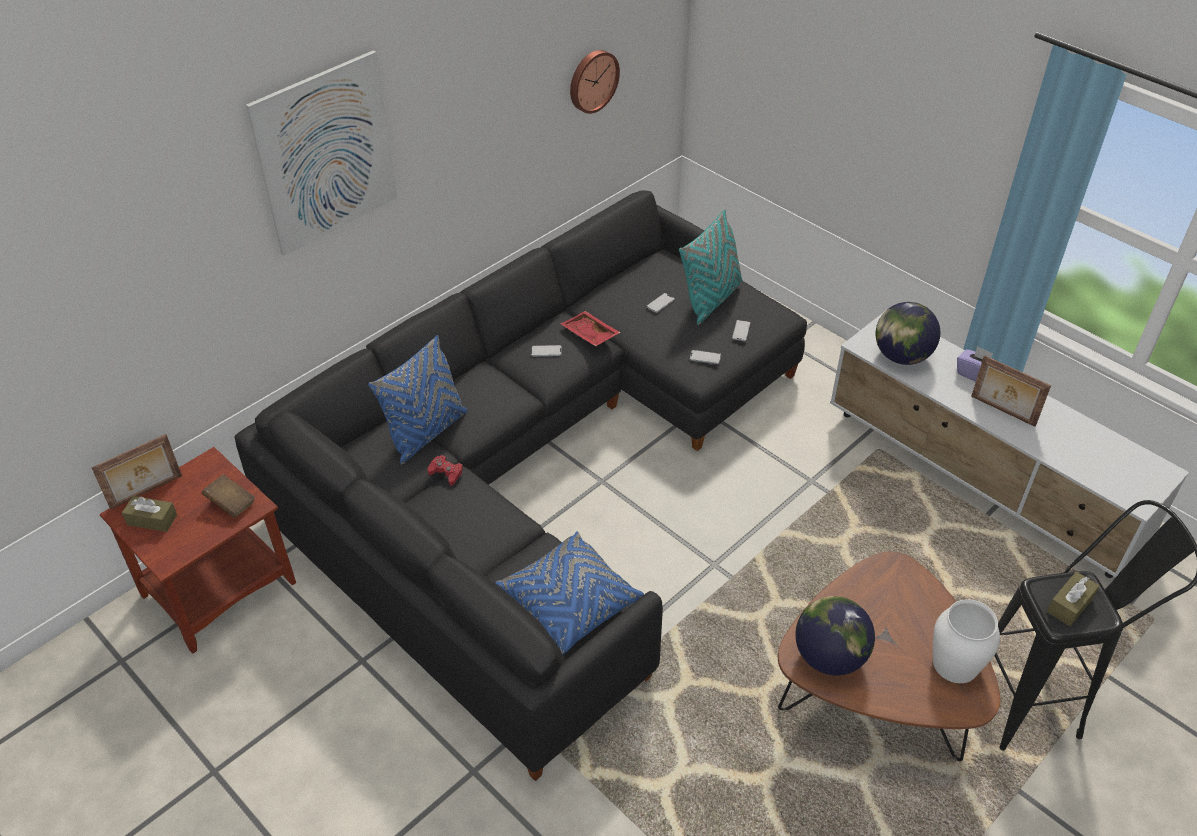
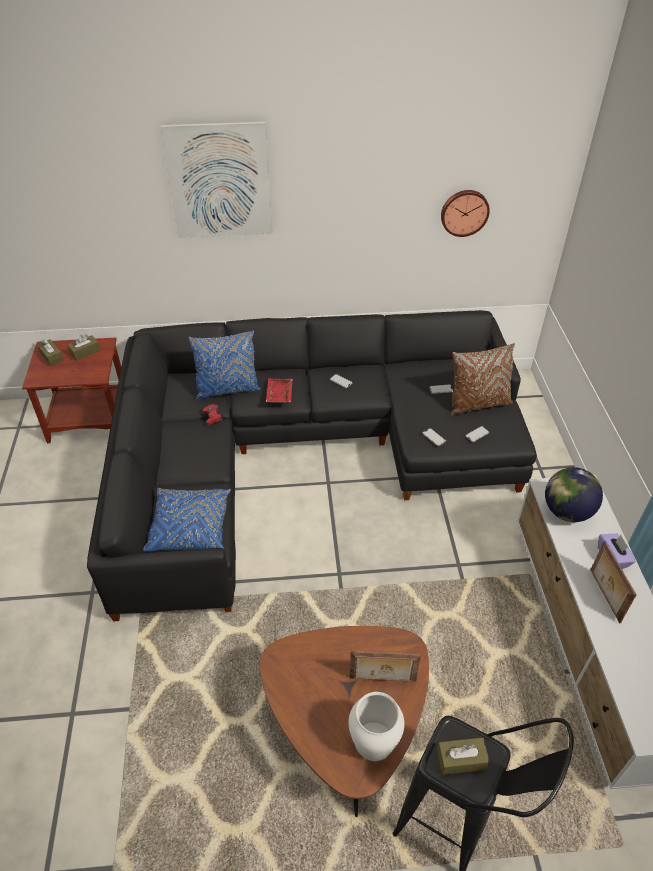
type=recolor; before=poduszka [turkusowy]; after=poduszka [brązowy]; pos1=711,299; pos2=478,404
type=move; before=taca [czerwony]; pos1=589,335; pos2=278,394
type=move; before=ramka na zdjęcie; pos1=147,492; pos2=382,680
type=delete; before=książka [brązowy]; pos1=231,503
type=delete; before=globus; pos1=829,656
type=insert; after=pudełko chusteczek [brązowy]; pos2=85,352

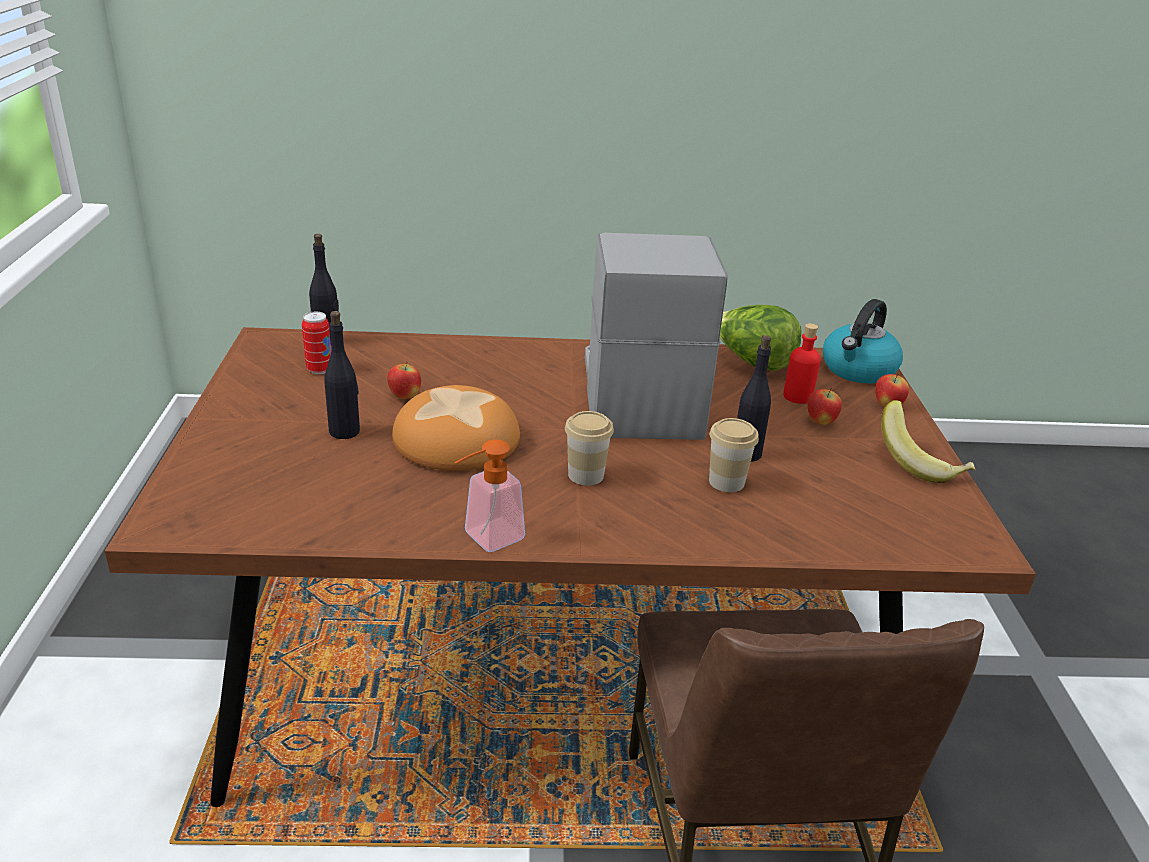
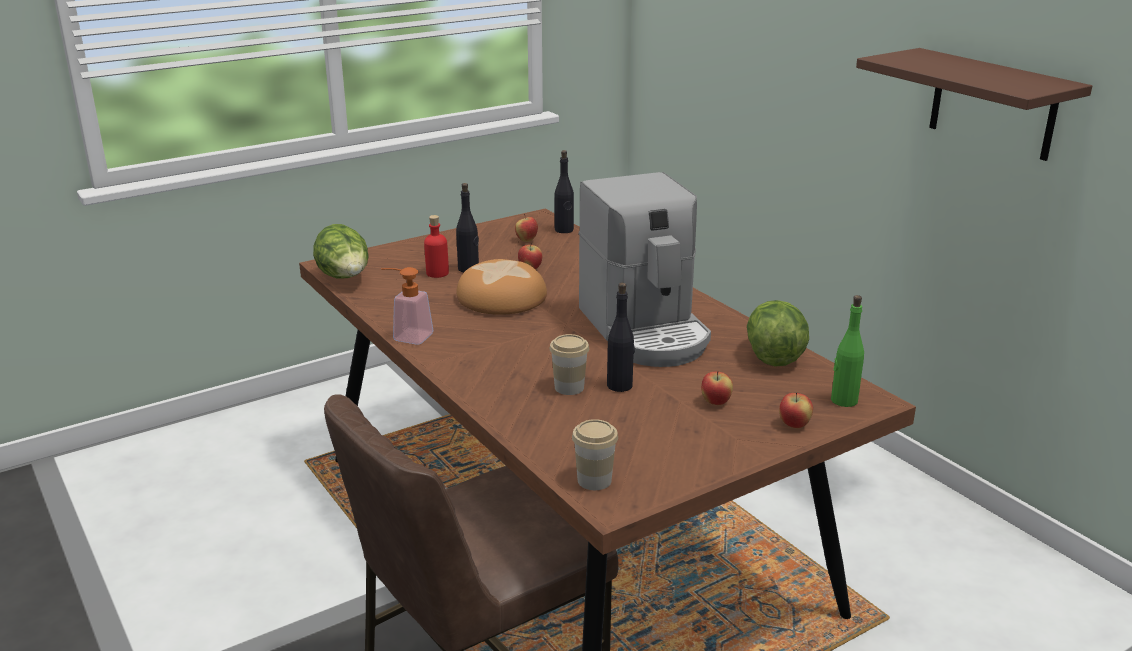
type=rotate; before=ekspres do kawy; pos1=639,396; pos2=645,331; turn=105
type=replace; before=czajnik; after=butelka [zielony]; pos1=858,370; pos2=843,400
type=replace; before=puszka; after=jabłko; pos1=319,369; pos2=526,240
type=move; before=butelka [czerwony]; pos1=797,396; pos2=437,273
type=delete; before=banan; pos1=921,464
type=move; before=filiżanka; pos1=586,475; pos2=594,480
type=insert; after=półka [brązowy]; pos2=993,104
type=insert; after=sałata; pos2=345,278

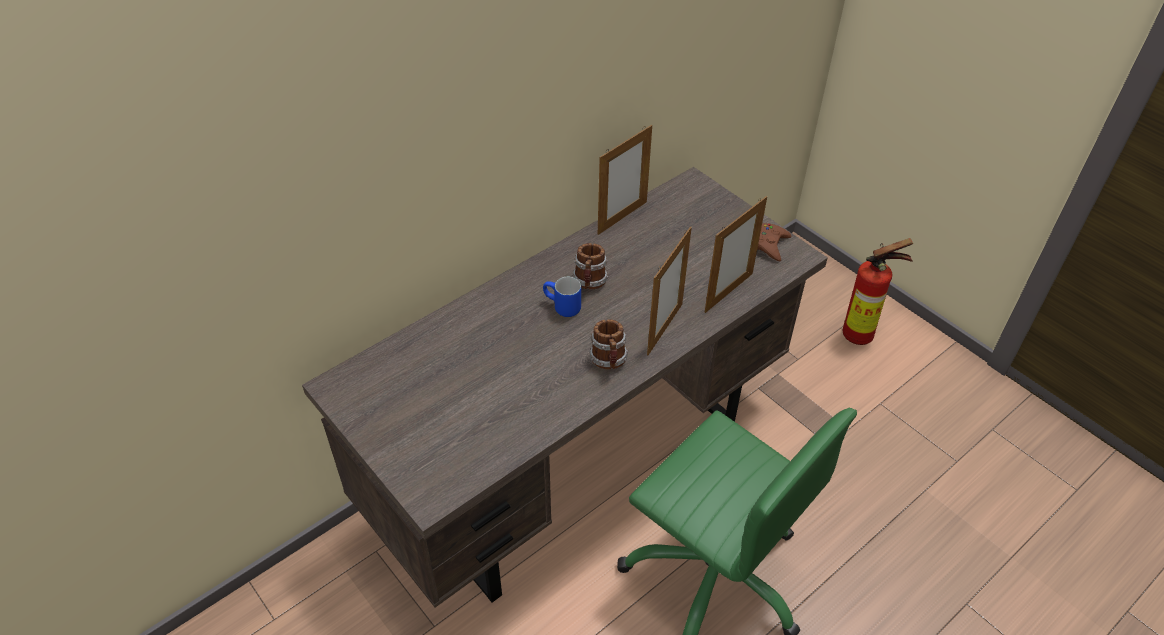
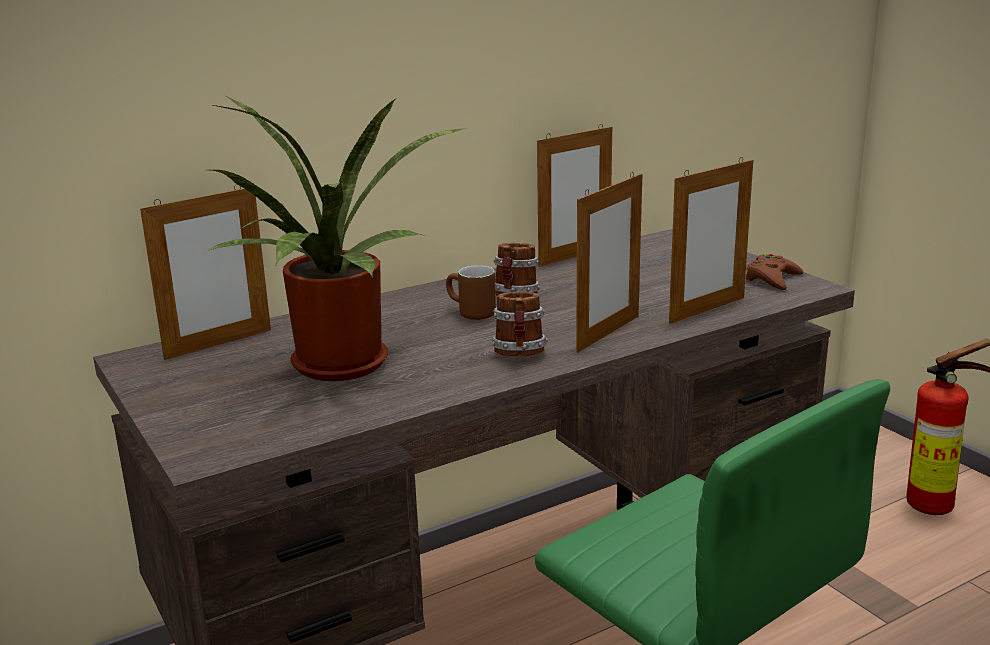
type=recolor; before=kubek [niebieski]; after=kubek [brązowy]; pos1=561,308; pos2=469,314
type=insert; after=roślina doniczkowa; pos2=339,369
type=insert; after=ramka na zdjęcie; pos2=219,344

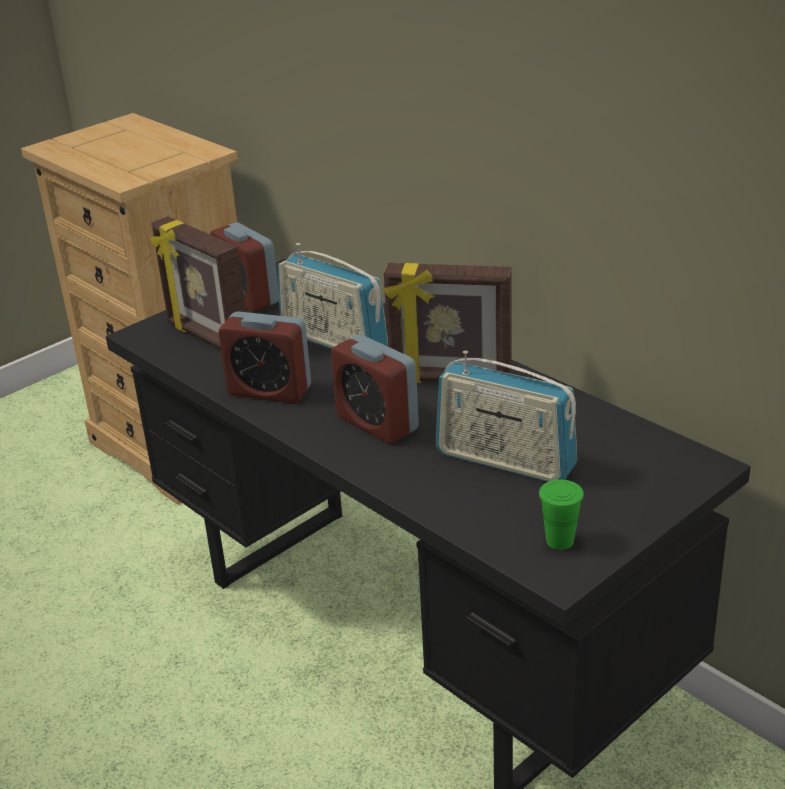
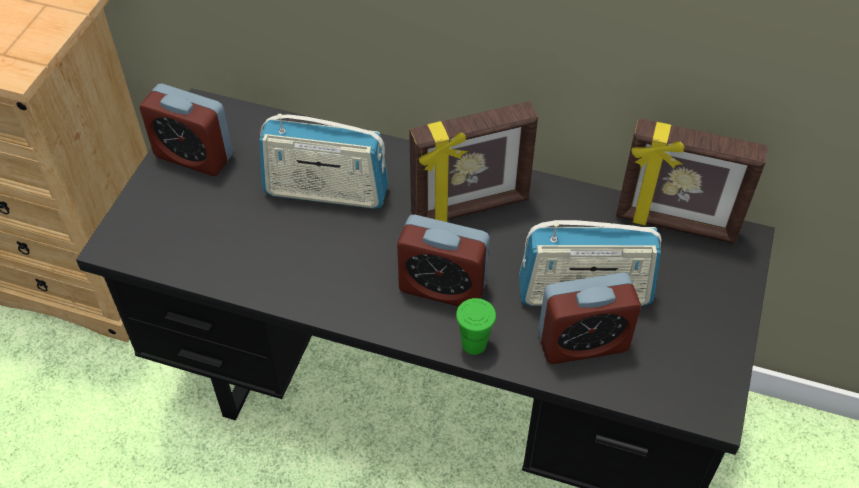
type=move; before=ramka na zdjęcie; pos1=207,337; pos2=675,225
type=move; before=budzik; pos1=269,391; pos2=582,342
type=move; before=filiżanka [zielony]; pos1=560,541; pos2=474,344

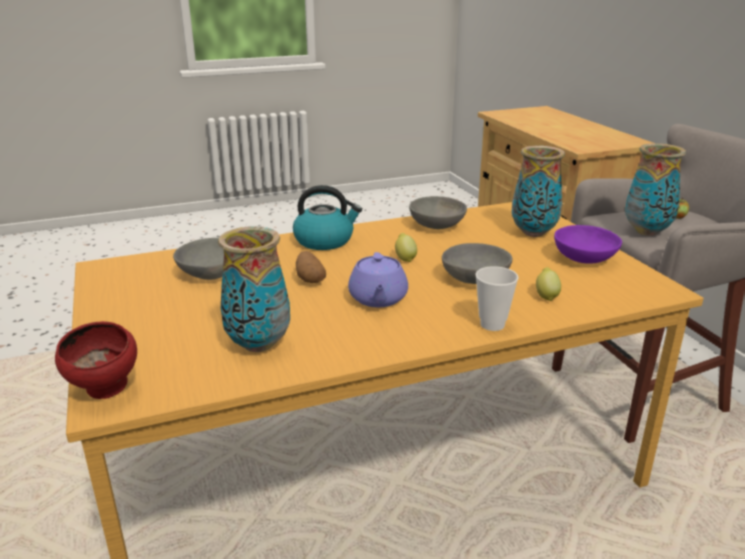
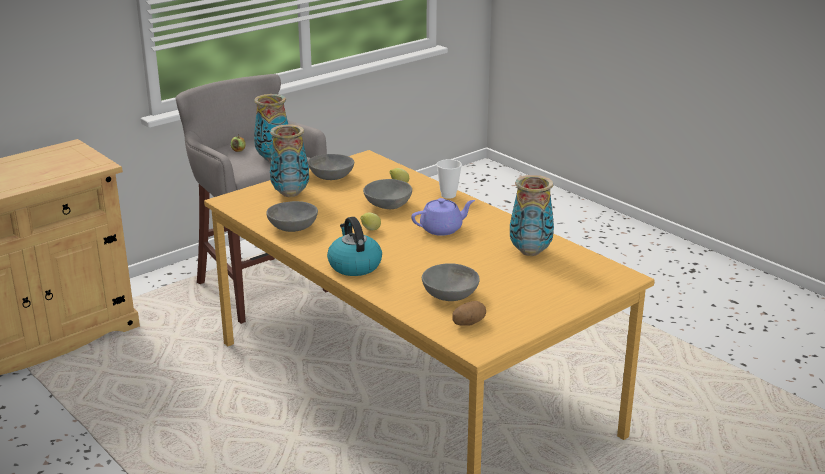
type=recolor; before=miska [fioletowy]; after=miska [szary]; pos1=585,259; pos2=332,177
type=move; before=ziemniak; pos1=310,279; pos2=468,323
type=delete; before=miska [czerwony]; pos1=106,391

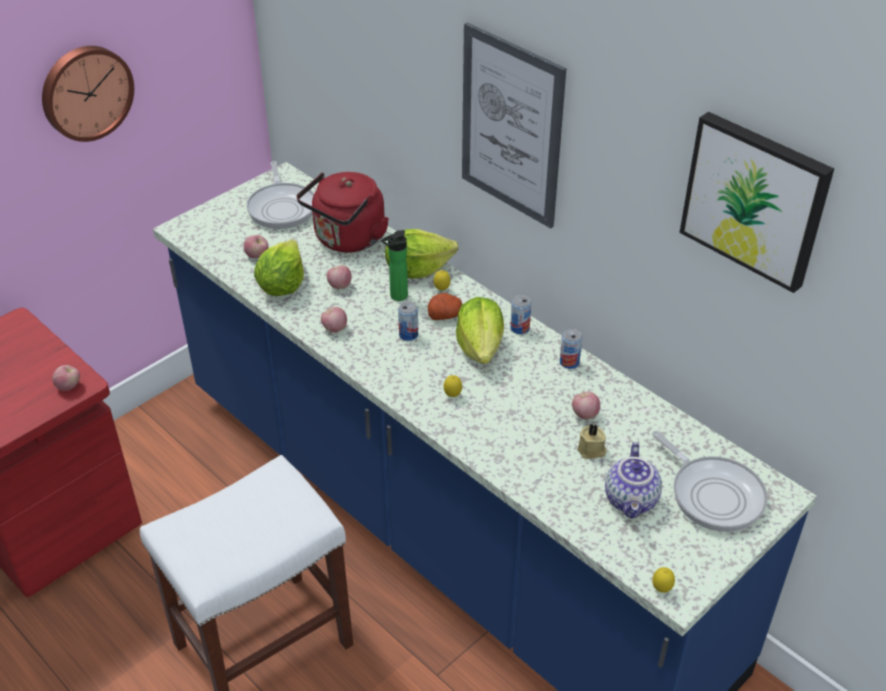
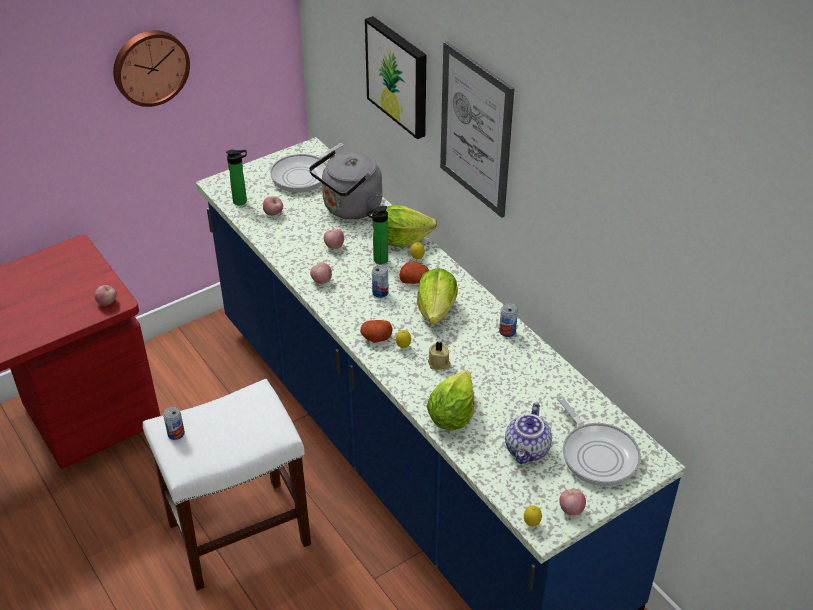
type=move; before=obraz; pos1=755,199; pos2=399,76
type=rotate; before=patelnia; pos1=282,207; pos2=303,175; turn=45
type=recolor; before=czajnik [czerwony]; after=czajnik [szary]; pos1=347,240; pos2=350,208
type=move; before=sałata; pos1=282,285; pos2=451,415
type=move; before=puszka; pos1=519,328; pos2=176,434
type=move; before=jabłko; pos1=584,414; pos2=571,509
type=move; before=świeca [beżowy]; pos1=591,451; pos2=439,363
type=insert; after=butelka; pos2=242,201
type=insert; after=ziemniak; pos2=376,337

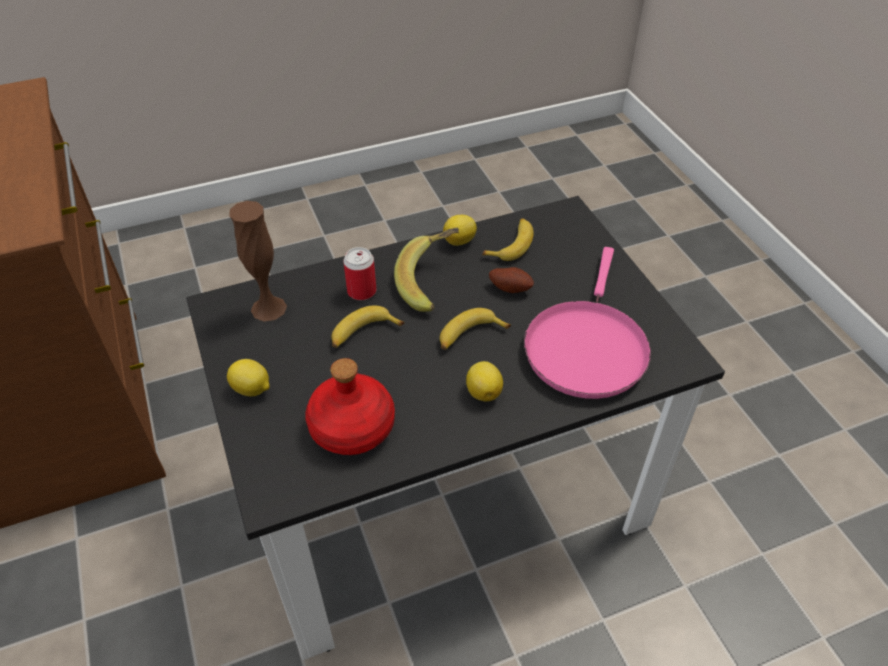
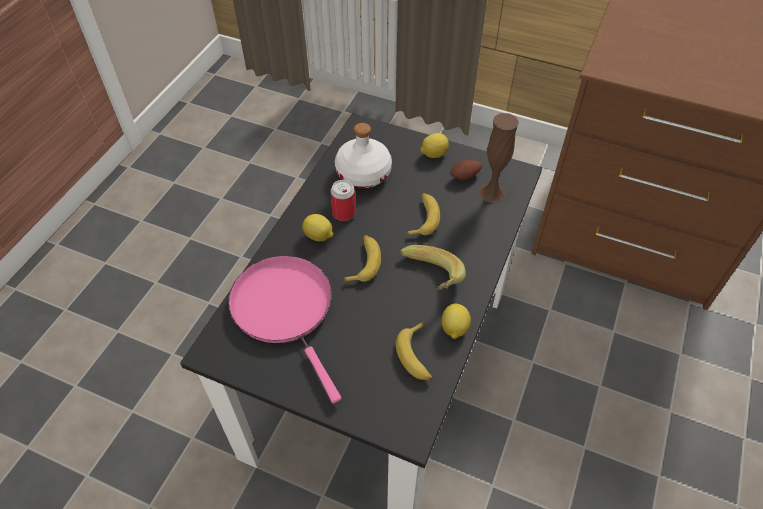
type=move; before=puszka; pos1=362,291; pos2=344,213
type=move; before=ziemniak; pos1=510,288; pos2=465,177
type=recolor; before=butelka [czerwony]; after=butelka [biały]; pos1=351,427; pos2=364,173

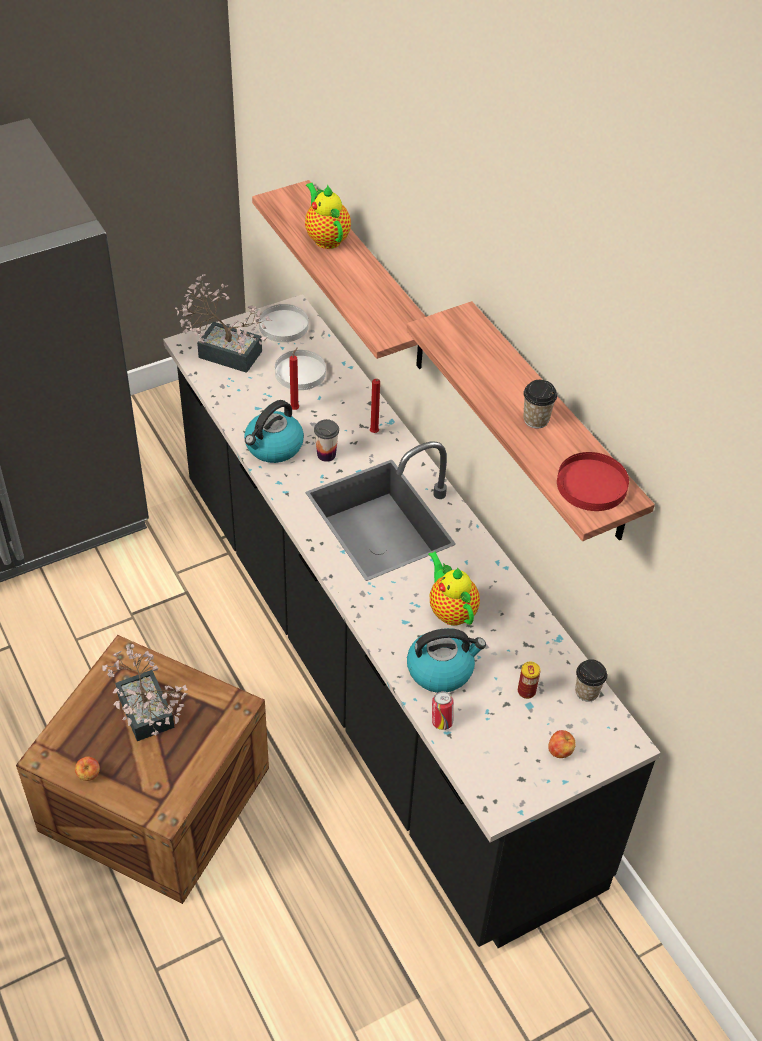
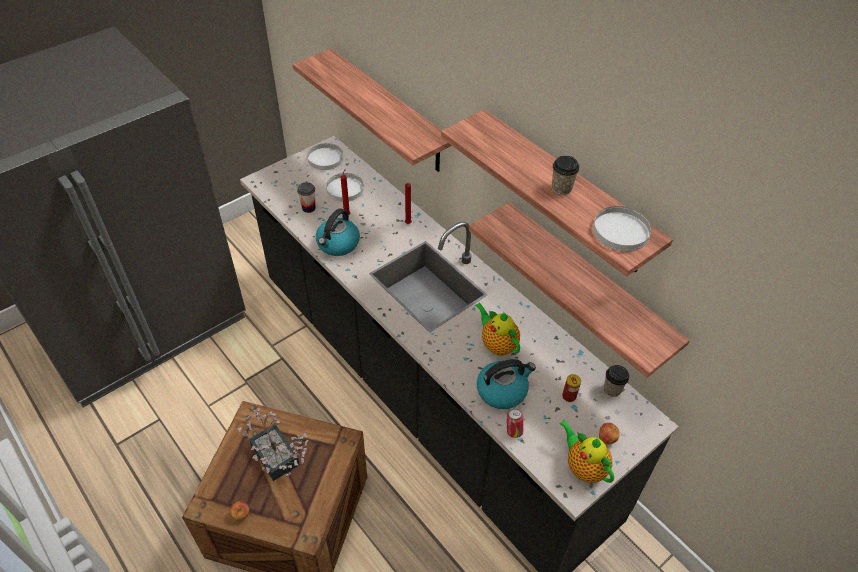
type=move; before=imbryk; pos1=326,238; pos2=583,467
type=delete; before=roślina doniczkowa; pos1=224,351
type=move; before=filiżanka; pos1=326,454; pos2=308,208
type=recolor; before=talerz [czerwony]; after=talerz [biały]; pos1=592,485; pos2=621,231
type=insert; after=półka; pos2=587,285

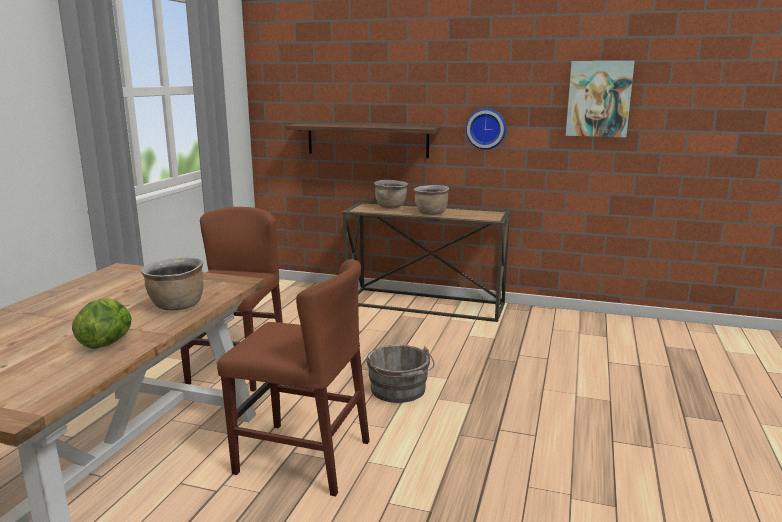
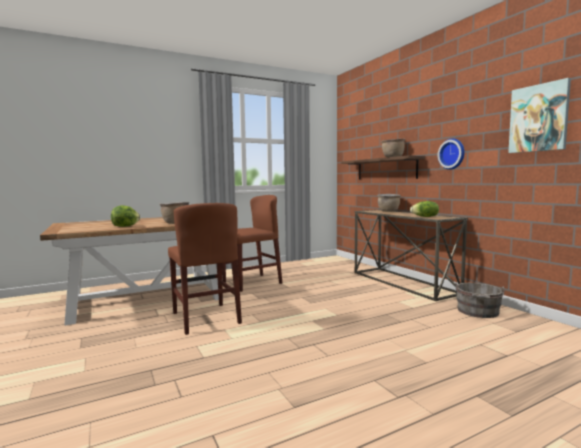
type=move; before=garnek [brązowy]; pos1=431,213; pos2=392,157
type=move; before=wiadro [szary]; pos1=399,391; pos2=478,312
type=insert; after=sałata; pos2=425,217

